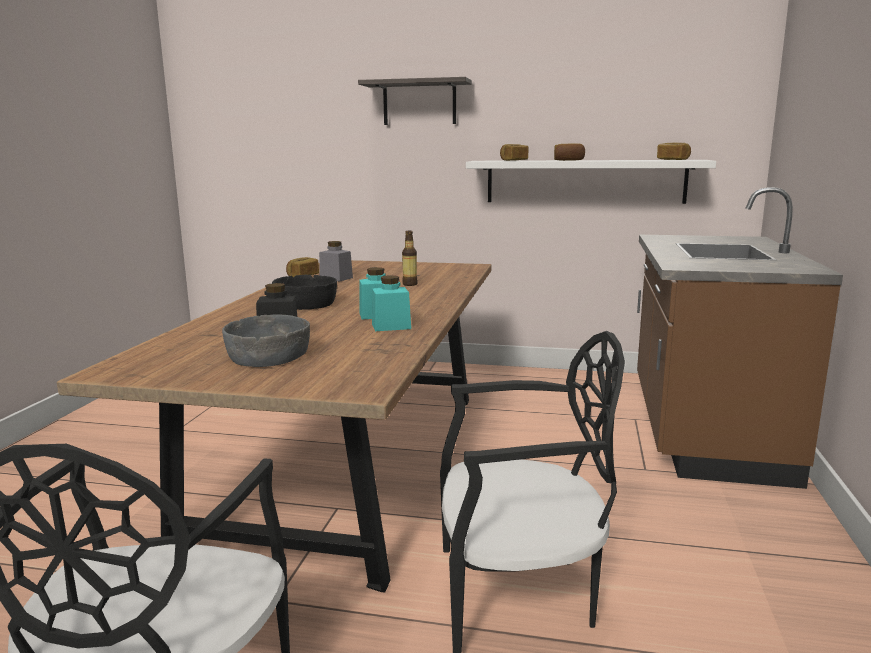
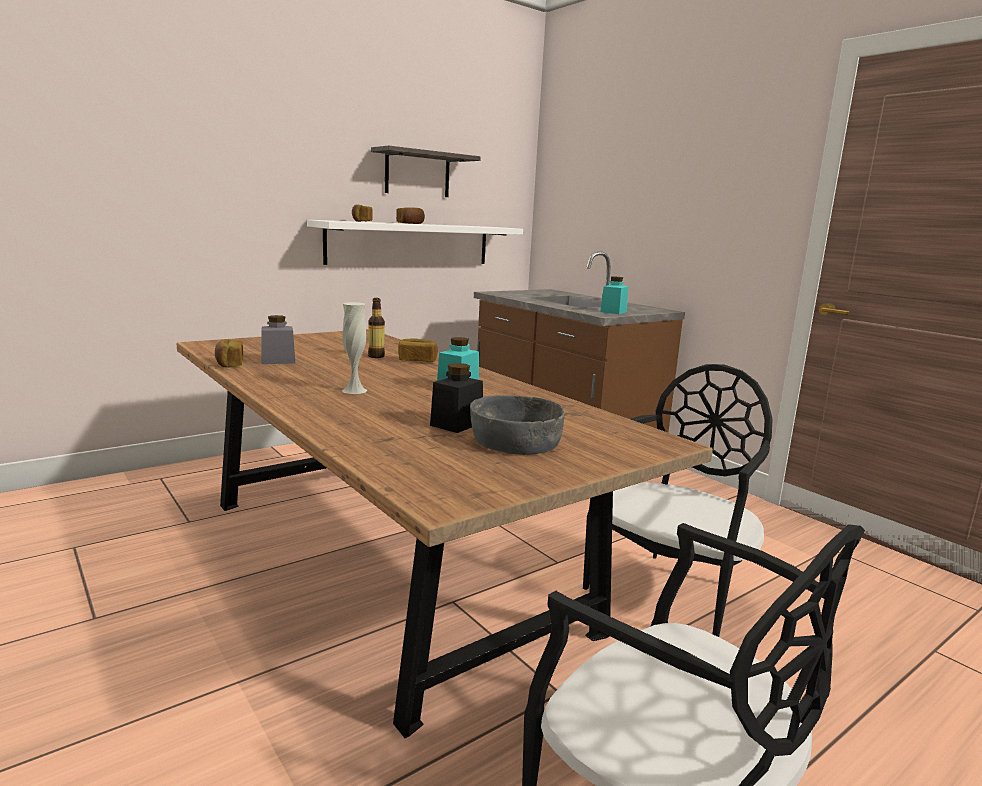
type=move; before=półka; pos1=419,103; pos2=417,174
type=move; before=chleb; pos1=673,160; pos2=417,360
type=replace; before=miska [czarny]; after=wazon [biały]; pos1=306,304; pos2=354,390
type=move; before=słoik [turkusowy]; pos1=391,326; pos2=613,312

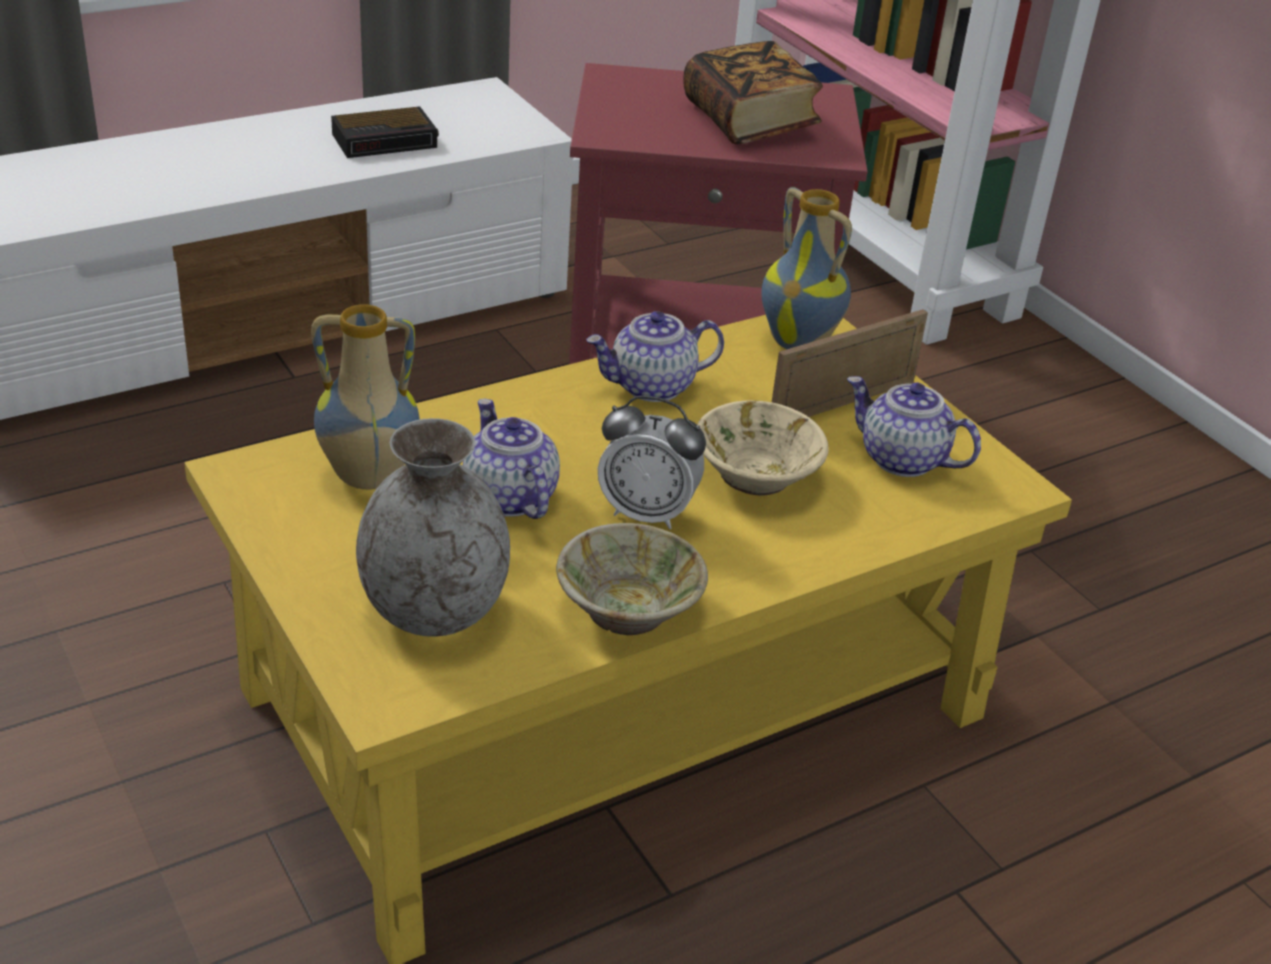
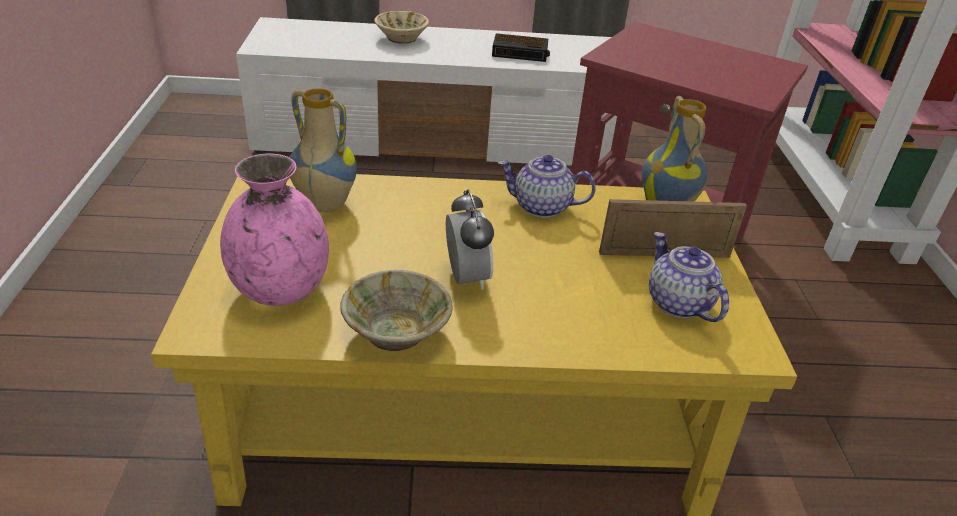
type=delete; before=książka; pos1=749,121
type=rotate; before=budzik; pos1=647,513; pos2=466,278; turn=-150
type=delete; before=imbryk; pos1=508,497
type=move; before=miska [beżowy]; pos1=756,476; pos2=401,39
type=recolor; before=wazon [szary]; after=wazon [różowy]; pos1=432,610; pos2=280,289

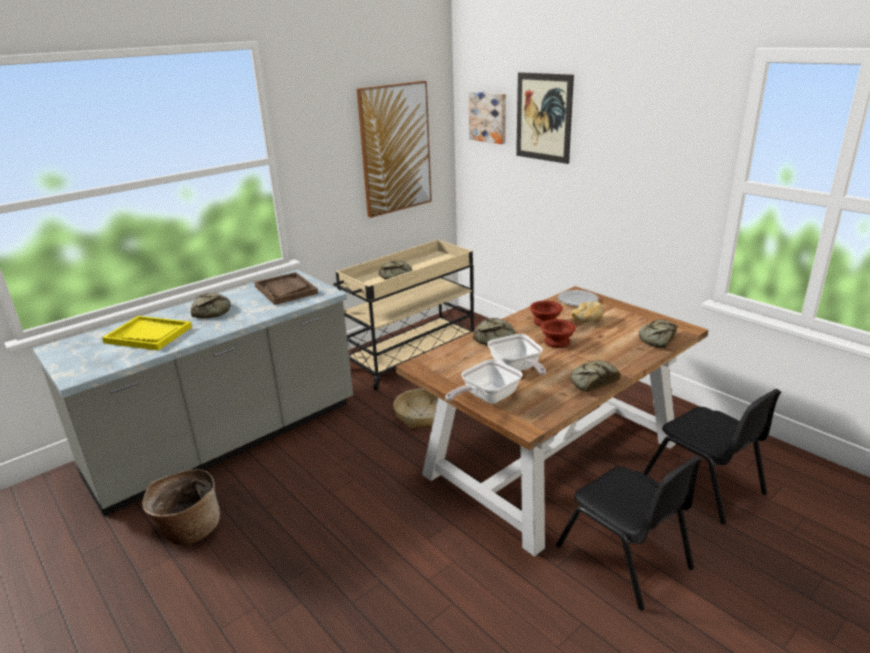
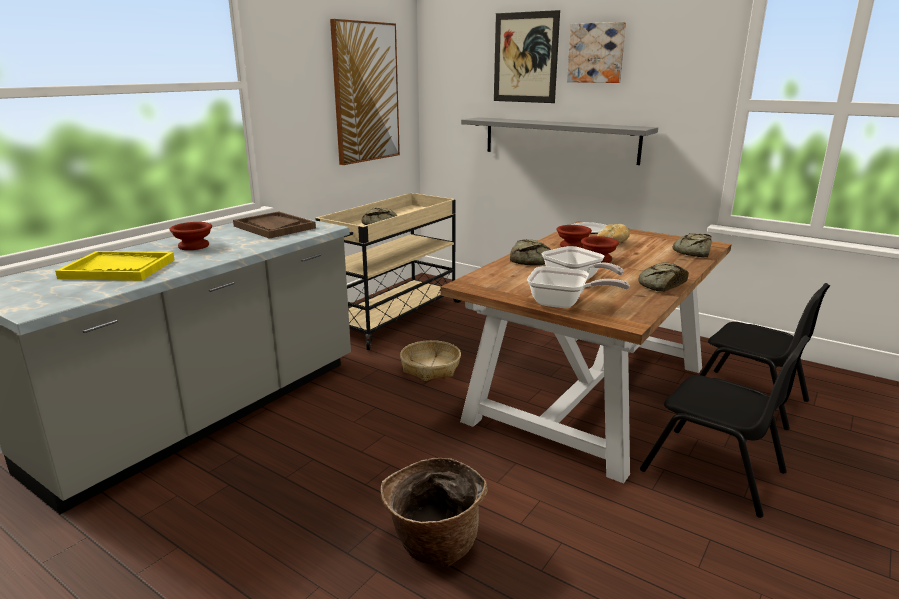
type=move; before=obraz; pos1=488,117; pos2=596,53
type=replace; before=chleb; after=miska [brązowy]; pos1=213,310; pos2=193,246
type=rotate; before=patelnia; pos1=486,398; pos2=564,304; turn=-105
type=move; before=koszyk; pos1=188,530; pos2=433,545
type=insert; after=półka [szary]; pos2=559,140

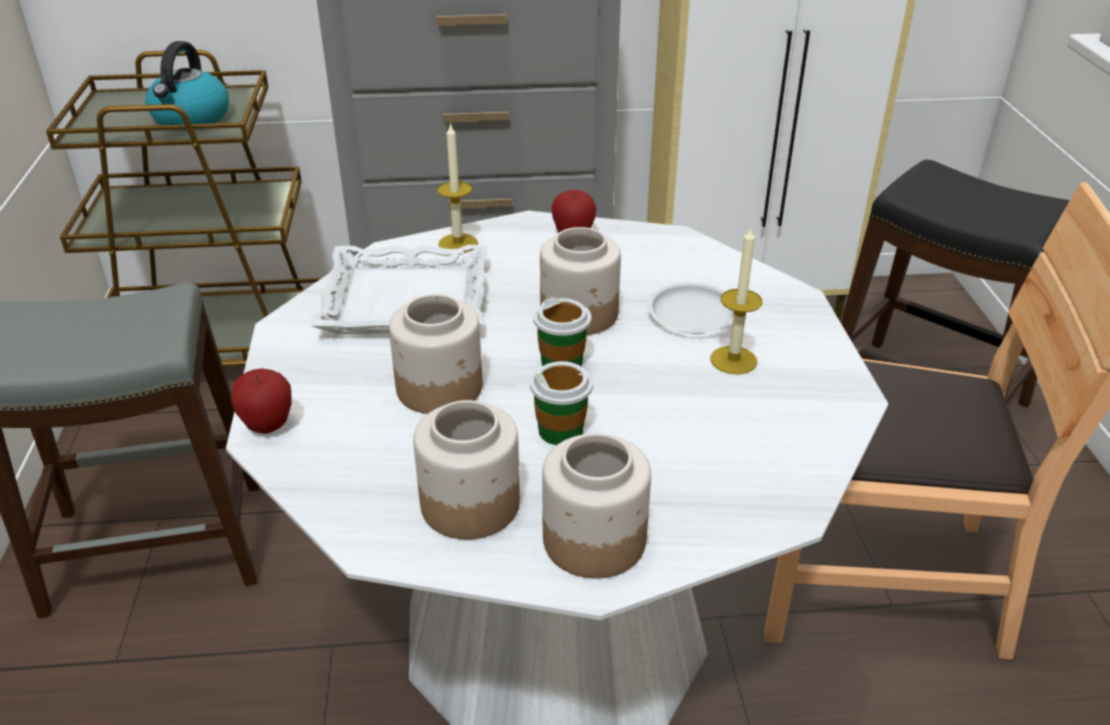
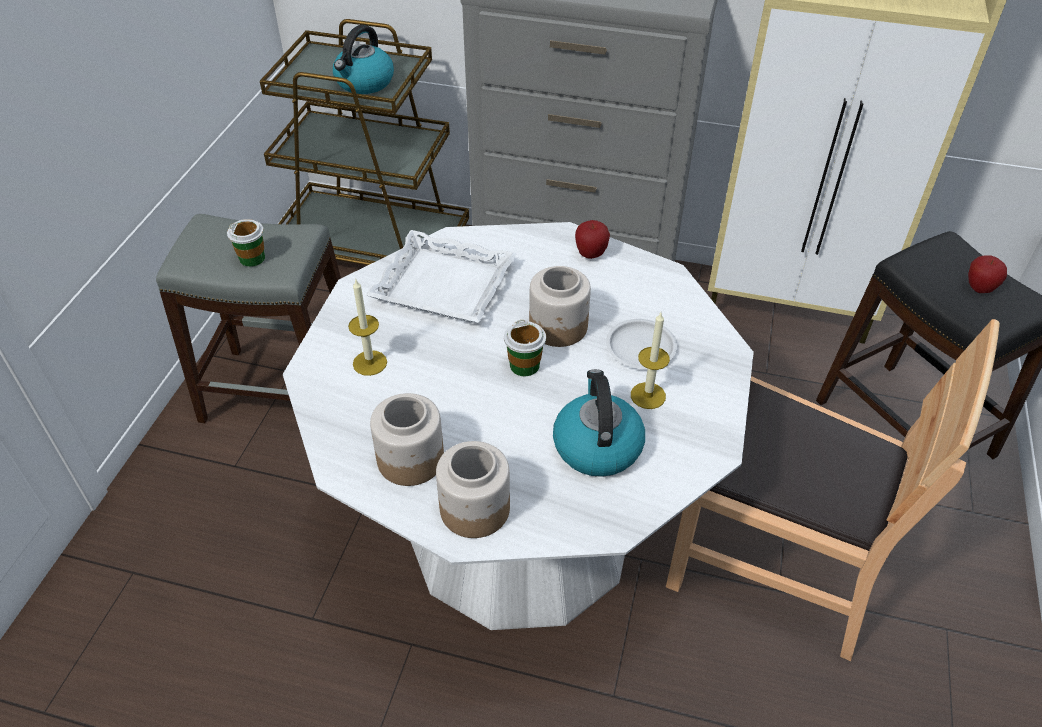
type=move; before=świeca; pos1=458,243; pos2=370,363
type=delete; before=słoik; pos1=440,388
type=move; before=filiżanka; pos1=561,430; pos2=252,258
type=move; before=jabłko; pos1=268,426; pos2=979,288
type=insert; after=czajnik; pos2=596,445

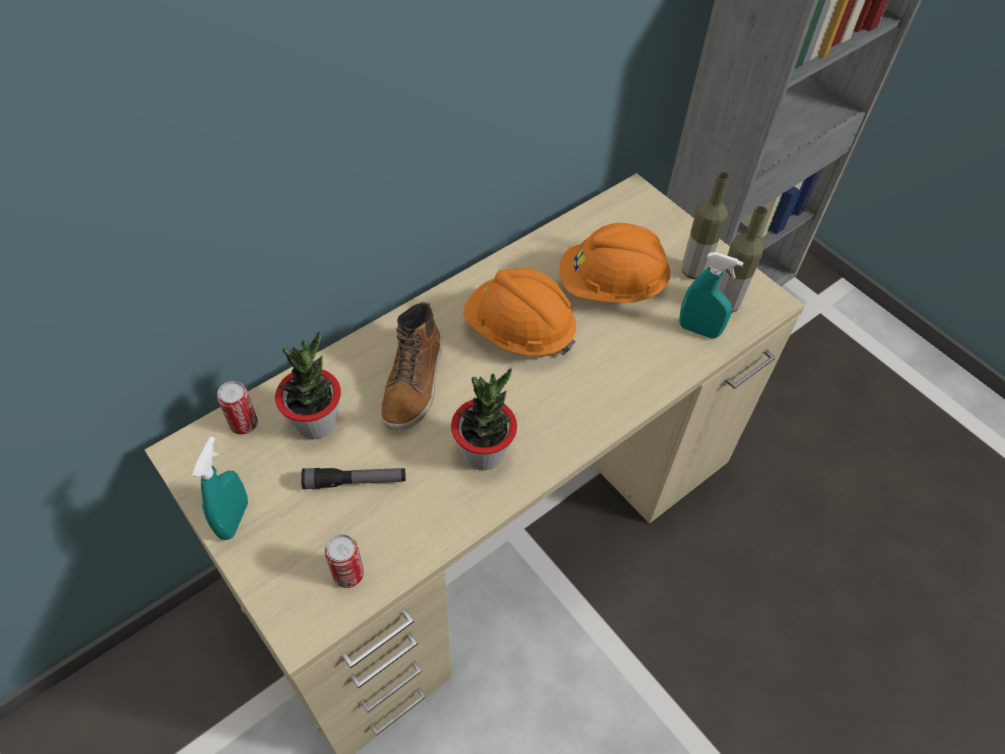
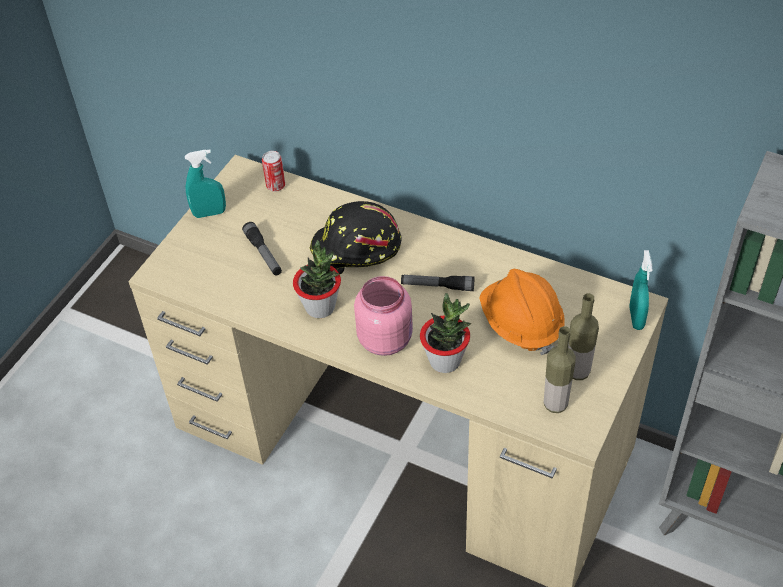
type=move; before=spryskiwacz [turkusowy]; pos1=699,330; pos2=636,318
type=replace; before=kask [pomarańczowy]; after=latarka; pos1=519,331; pos2=437,286
type=replace; before=but z cholewką; after=kask [czarny]; pos1=414,382; pos2=356,249
type=move; before=roślina doniczkowa; pos1=316,423; pos2=445,361
type=delete; before=puszka; pos1=348,574
type=insert; after=słoik [różowy]; pos2=386,338

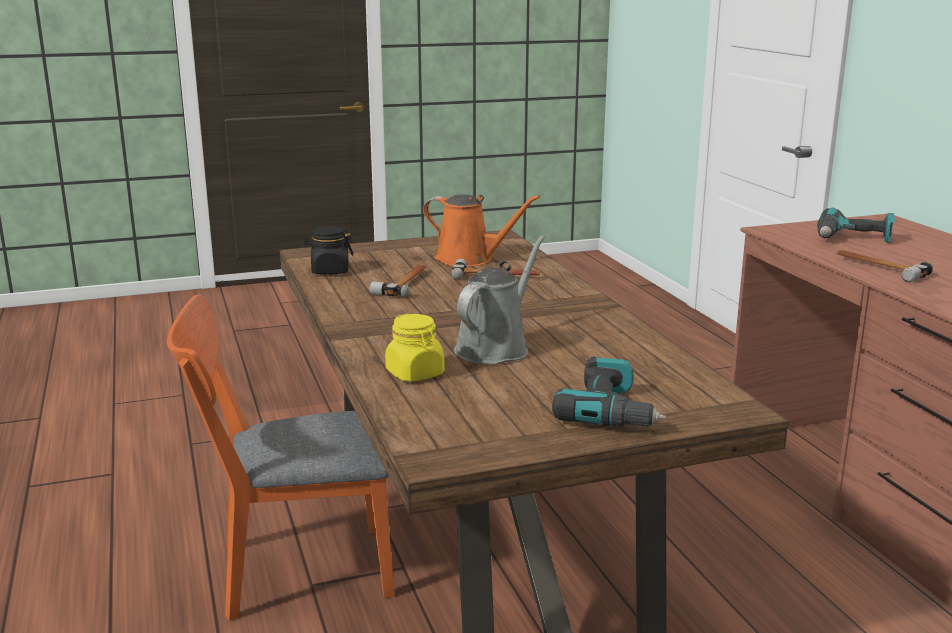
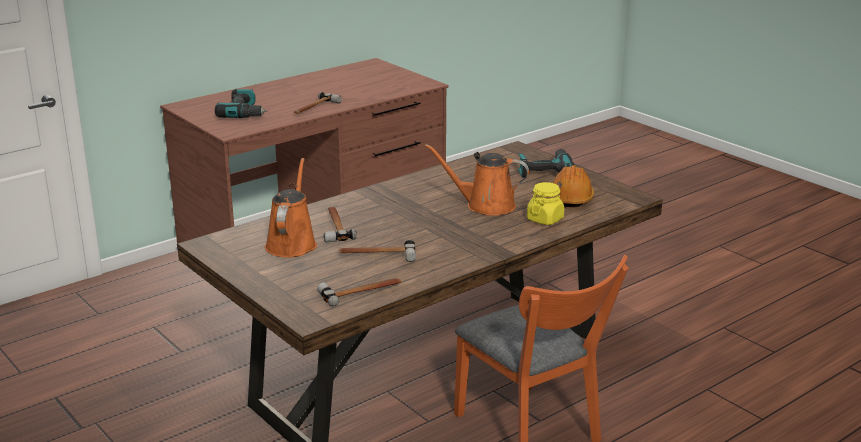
type=replace; before=słoik [czarny]; after=młotek; pos1=330,271; pos2=361,292
type=recolor; before=konewka [szary]; after=konewka [pomarańczowy]; pos1=495,348; pos2=485,206
type=insert; after=kask [pomarańczowy]; pos2=571,198

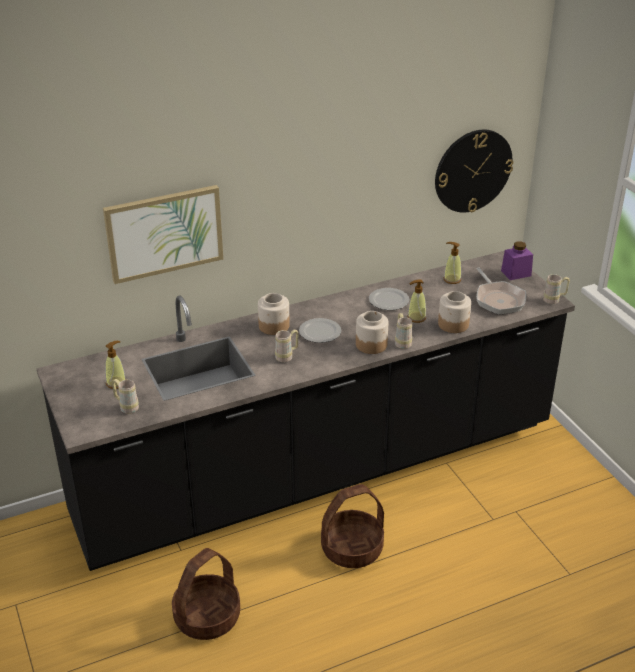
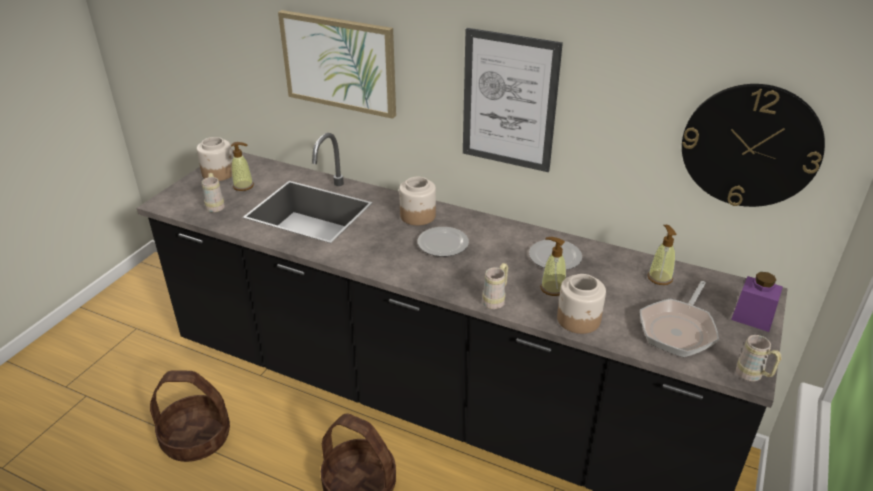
type=move; before=słoik; pos1=371,344; pos2=219,173
type=delete; before=kubek [beżowy]; pos1=287,356
type=insert; after=obraz; pos2=509,101

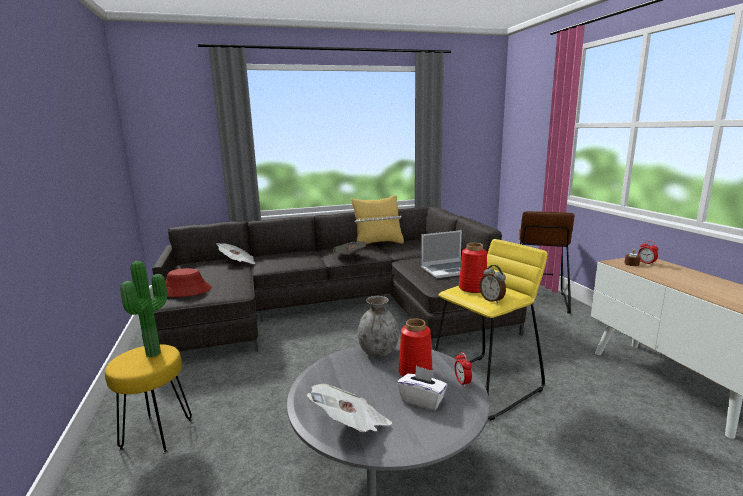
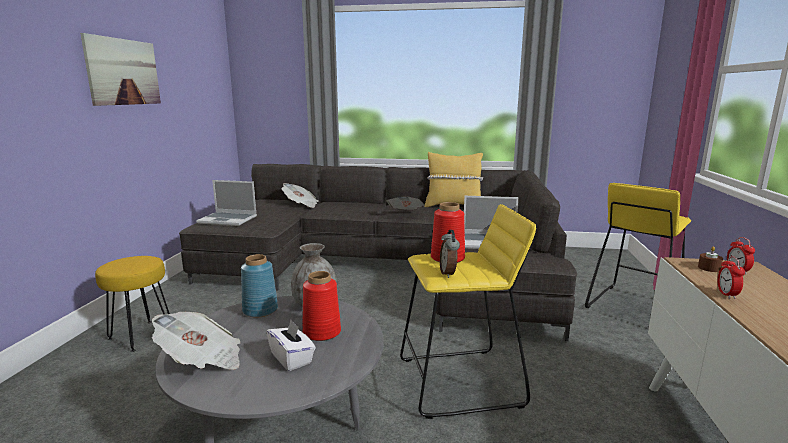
type=recolor; before=stołek [brązowy]; after=stołek [żółty]; pos1=537,300; pos2=633,307
type=delete; before=roślina doniczkowa; pos1=156,353
type=replace; before=kapelusz [czerwony]; after=laptop; pos1=185,290; pos2=228,220
type=move; before=budzik; pos1=462,382; pos2=726,294
type=insert; after=obraz; pos2=123,72
type=insert; after=wazon [niebieski]; pos2=260,310

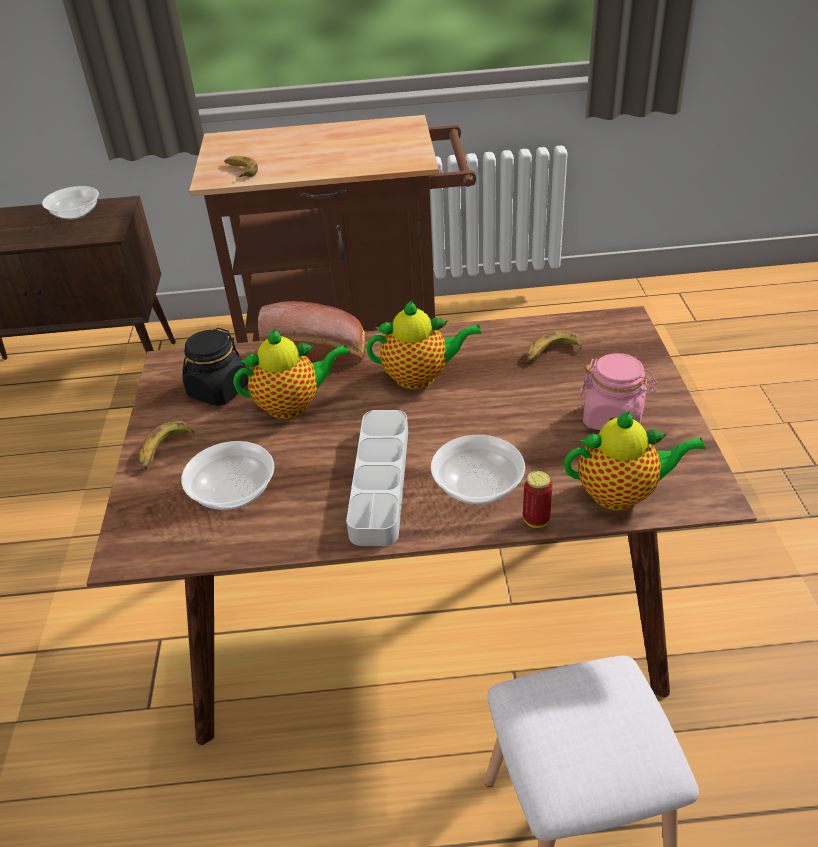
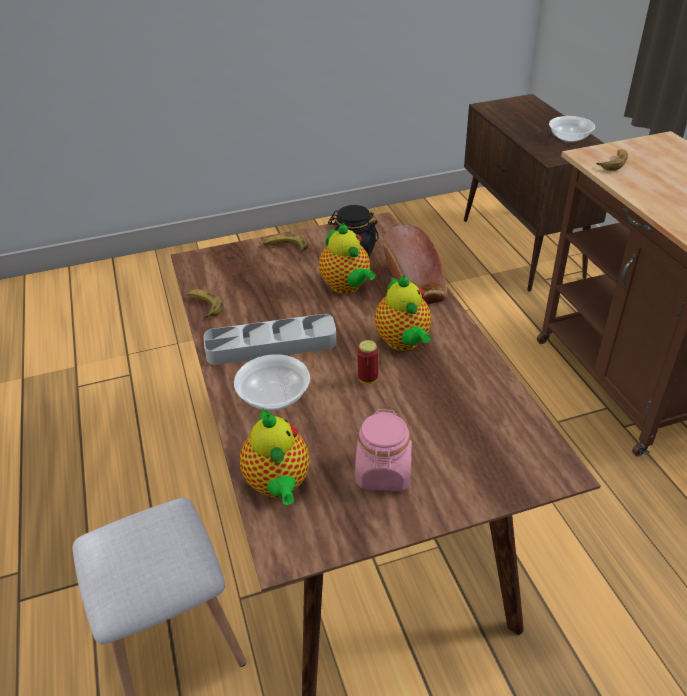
type=move; before=banan; pos1=551,352; pos2=204,306
type=delete; before=miska; pos1=233,492
type=move; before=puszka; pos1=536,520; pos2=368,379

